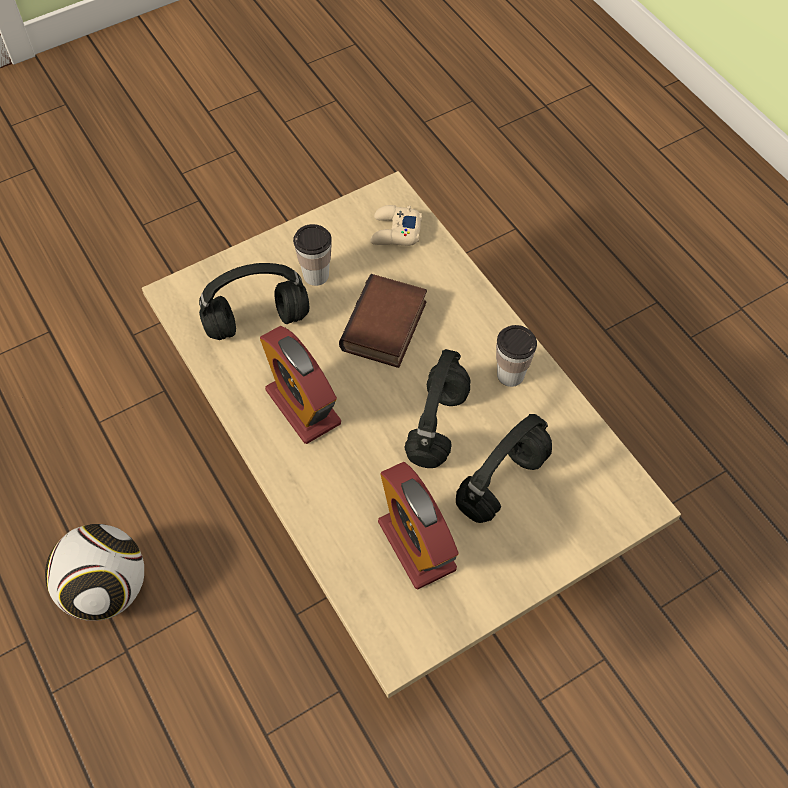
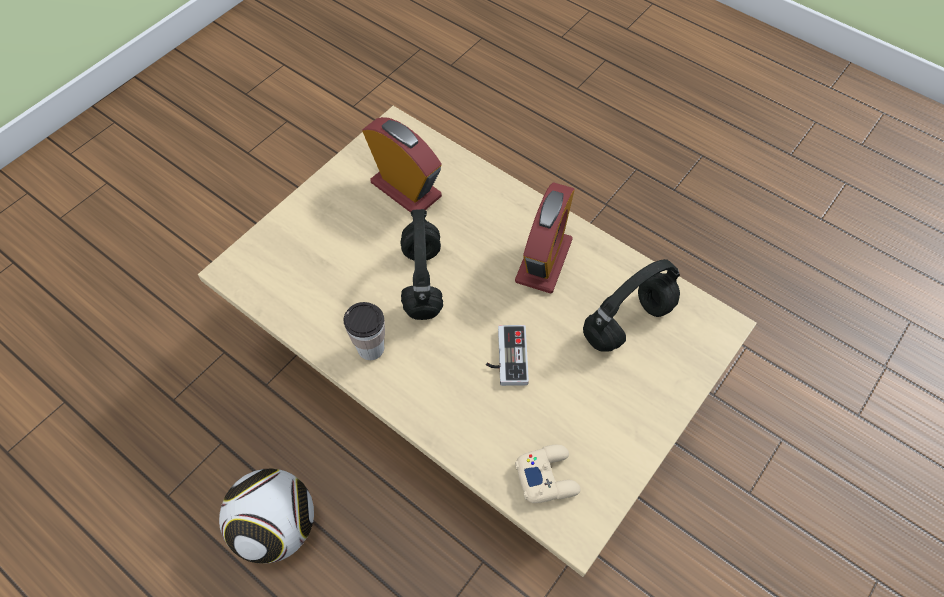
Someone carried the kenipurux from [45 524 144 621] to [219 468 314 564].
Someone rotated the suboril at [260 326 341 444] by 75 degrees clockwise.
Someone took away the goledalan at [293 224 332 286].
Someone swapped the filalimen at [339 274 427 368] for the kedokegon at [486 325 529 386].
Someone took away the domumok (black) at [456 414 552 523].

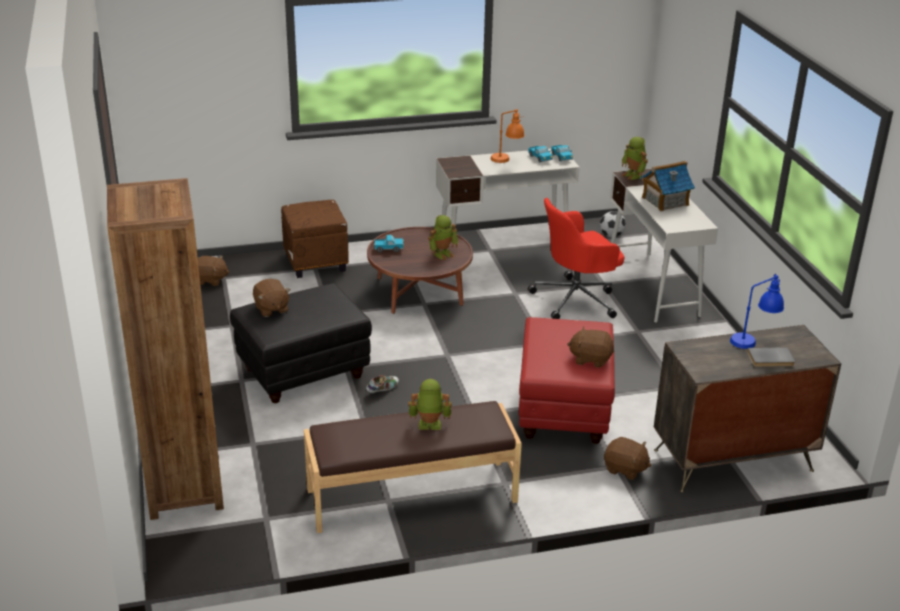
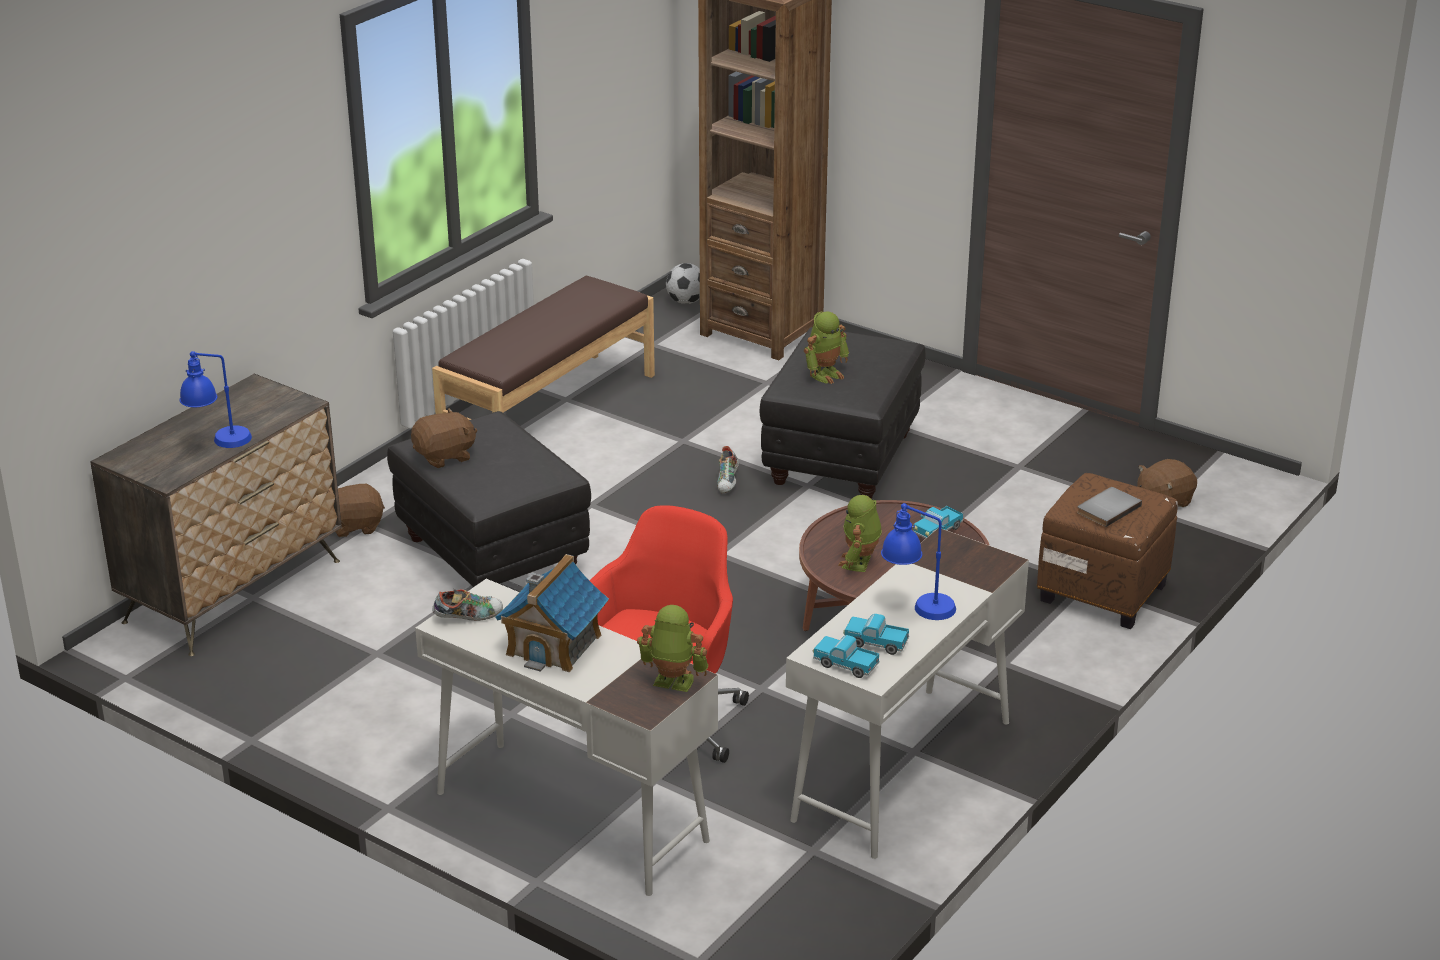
Someone took away the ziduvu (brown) at [253 279 290 317].
Someone carried the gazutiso from [408 379 452 430] to [804 311 849 384].
Someone repainted the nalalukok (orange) at [490 109 525 163], which became the nalalukok (blue) at [881 503 956 620].
Someone repainted the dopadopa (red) at [519 317 615 444], which became the dopadopa (black) at [387 411 591 587].
Someone carried the kenipurux from [600 211 626 237] to [666 263 700 304].
Someone carried the filalimen (grey) from [747 347 795 367] to [1077 487 1142 527].
Someone put down the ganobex at [432 589 503 621].

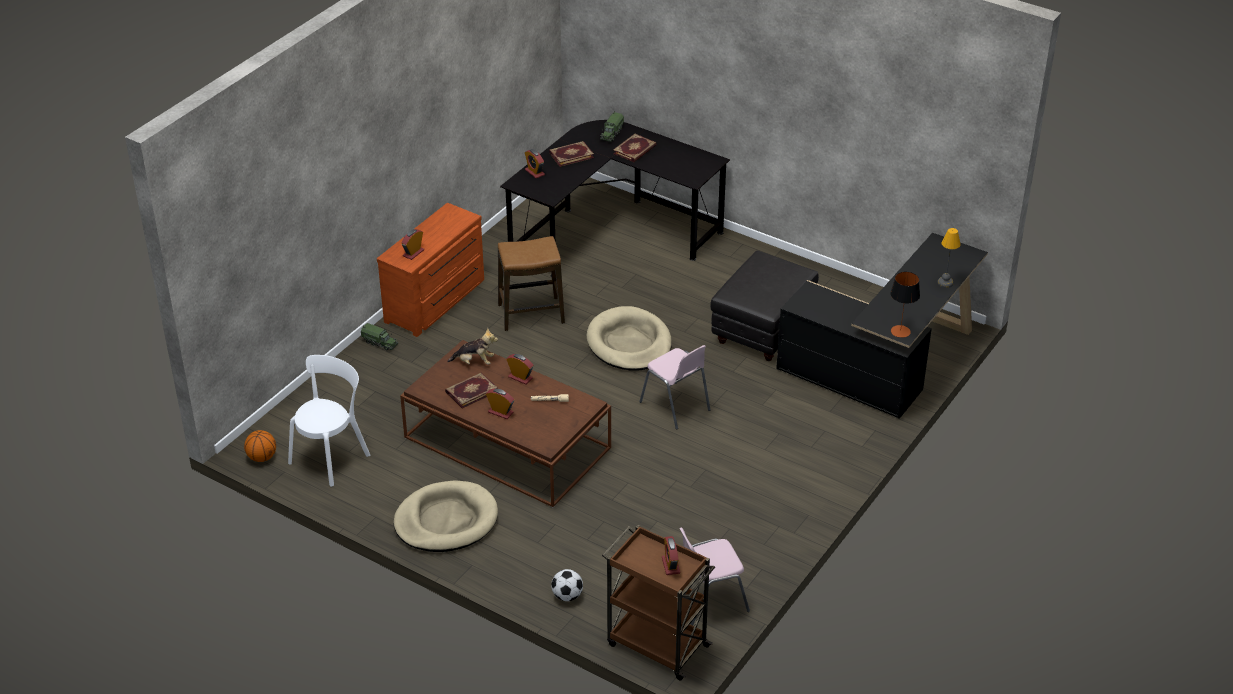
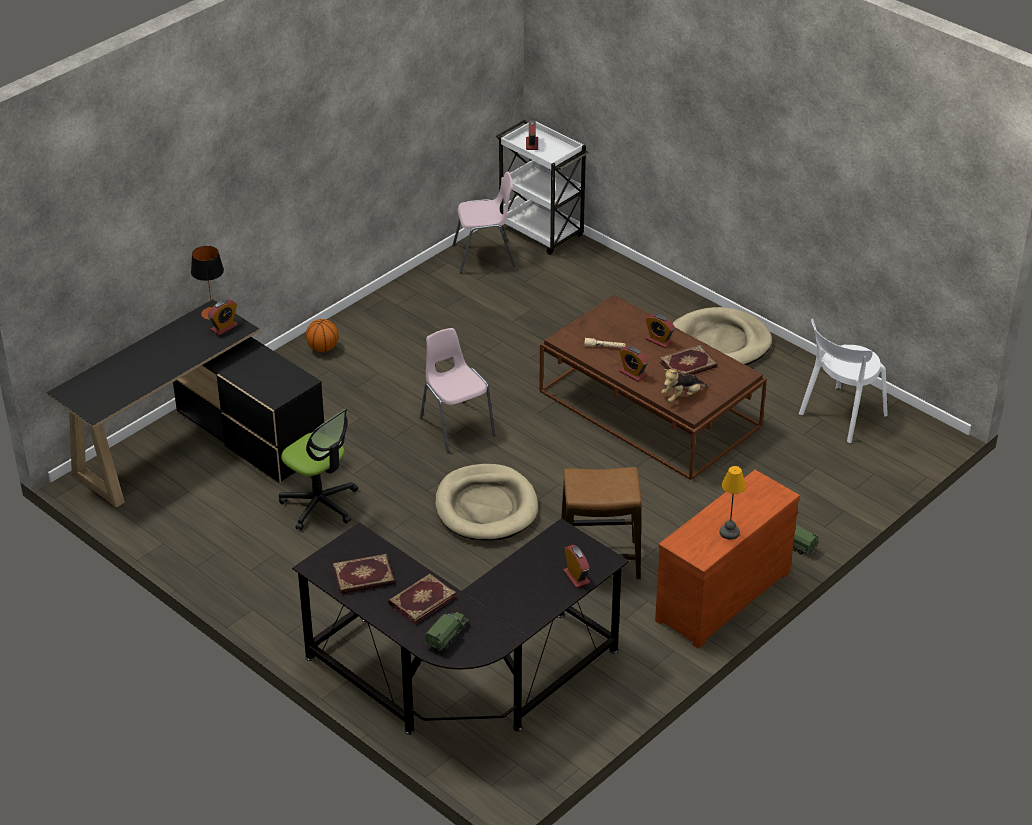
Someone carried the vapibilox from [244 430 276 462] to [306 319 339 352].
Someone carried the suboril from [401 229 424 260] to [207 300 238 336].
Someone rotated the ziduvu at [447 328 498 364] by 45 degrees counterclockwise.
Someone carried the filalimen from [549 141 594 167] to [333 554 395 594].
Someone took away the kenipurux at [551 569 583 601].
Someone repainted the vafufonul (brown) at [602 525 715 680], which became the vafufonul (white) at [496 120 589 255].
Someone swapped the dopadopa (black) at [710 251 819 361] for the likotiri at [279 409 358 530].
Someone carried the nalalukok from [937 228 961 288] to [719 466 746 540].

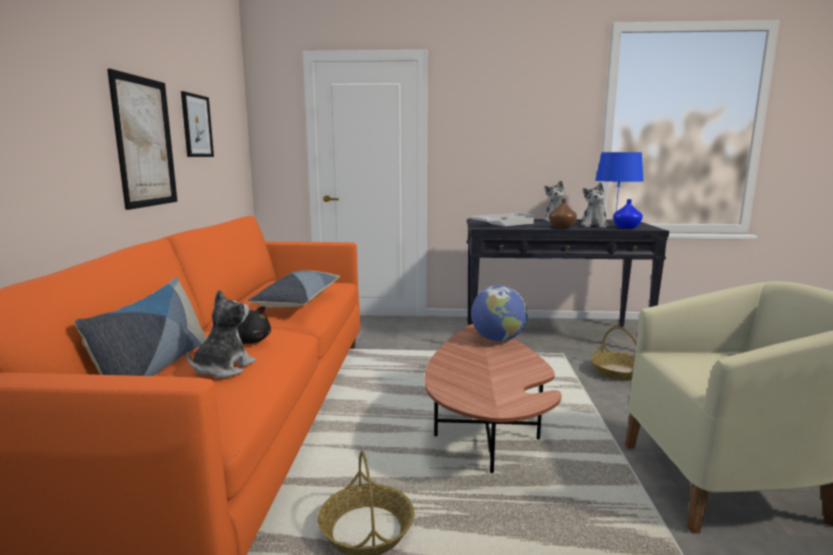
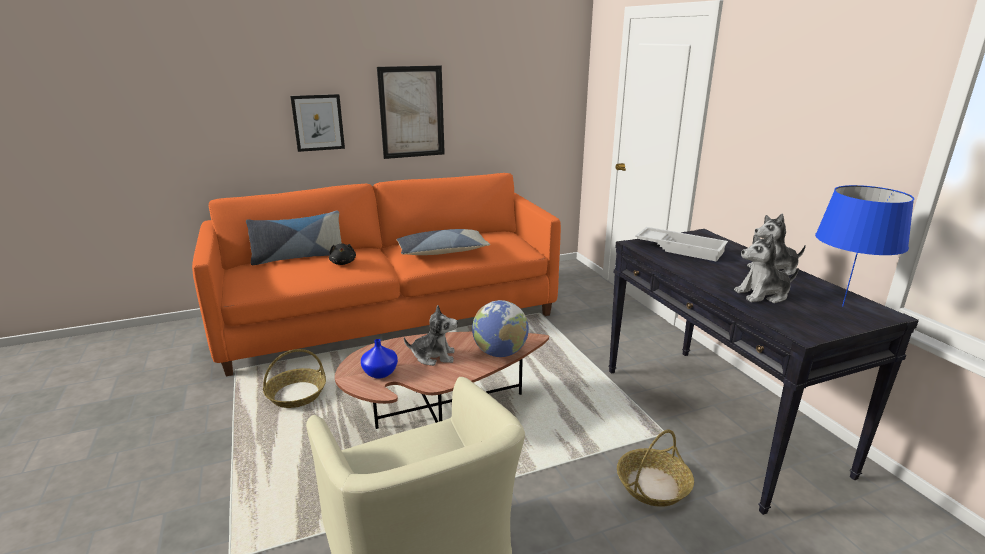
Someone carried the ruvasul from [181 91 214 157] to [290 94 345 152].
Someone carried the ziduvu from [187 289 256 378] to [404 305 458 366].
Someone took away the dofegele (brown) at [549 199 577 228].
Someone carried the dofegele (blue) from [613 199 643 229] to [361 339 398 379].

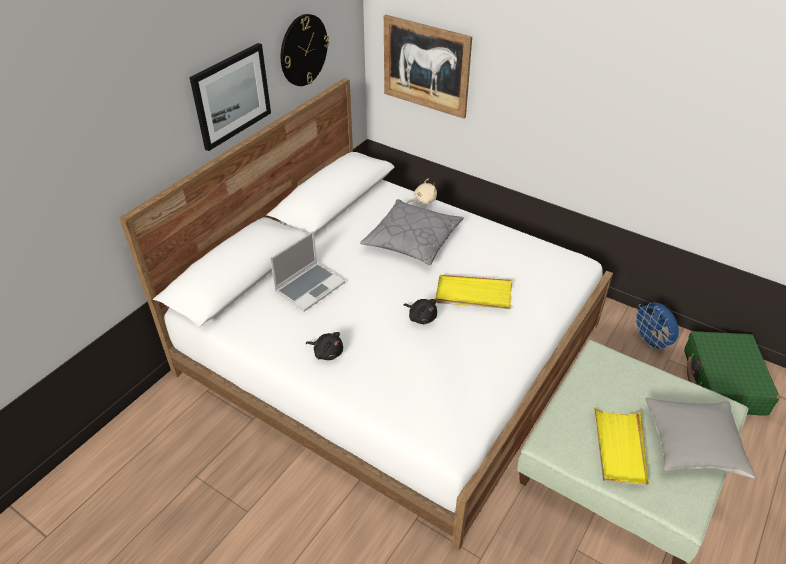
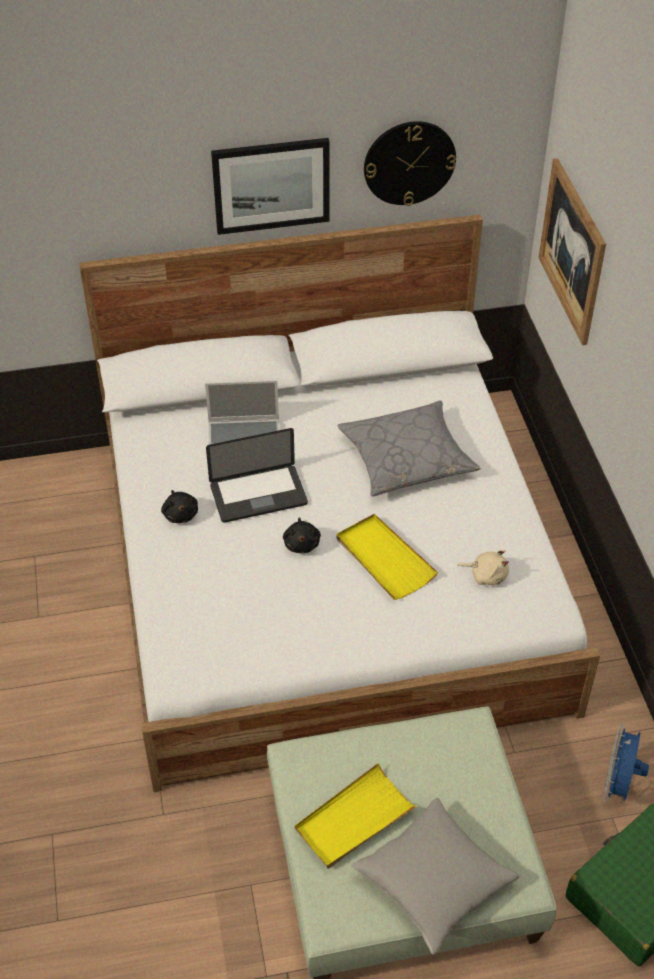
Someone carried the ziduvu (beige) from [407 179 437 205] to [457 550 509 585].
Someone put down the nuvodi at [206 428 308 523].

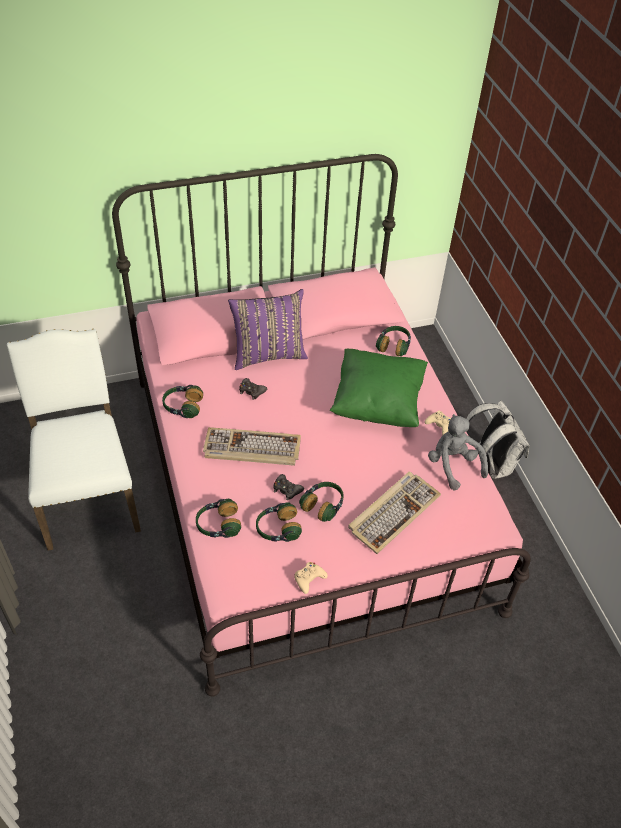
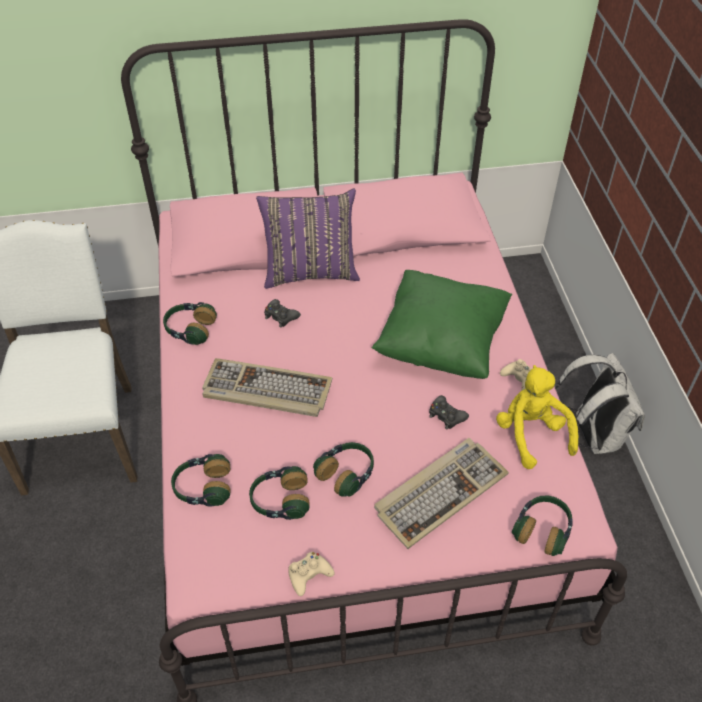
Someone carried the kedokegon (black) from [273 474 304 500] to [429 395 469 430].
Someone carried the domumok from [376 326 411 356] to [512 495 573 556].
Someone repainted the ziduvu (grey) at [428 414 488 490], which became the ziduvu (yellow) at [496 365 578 469].

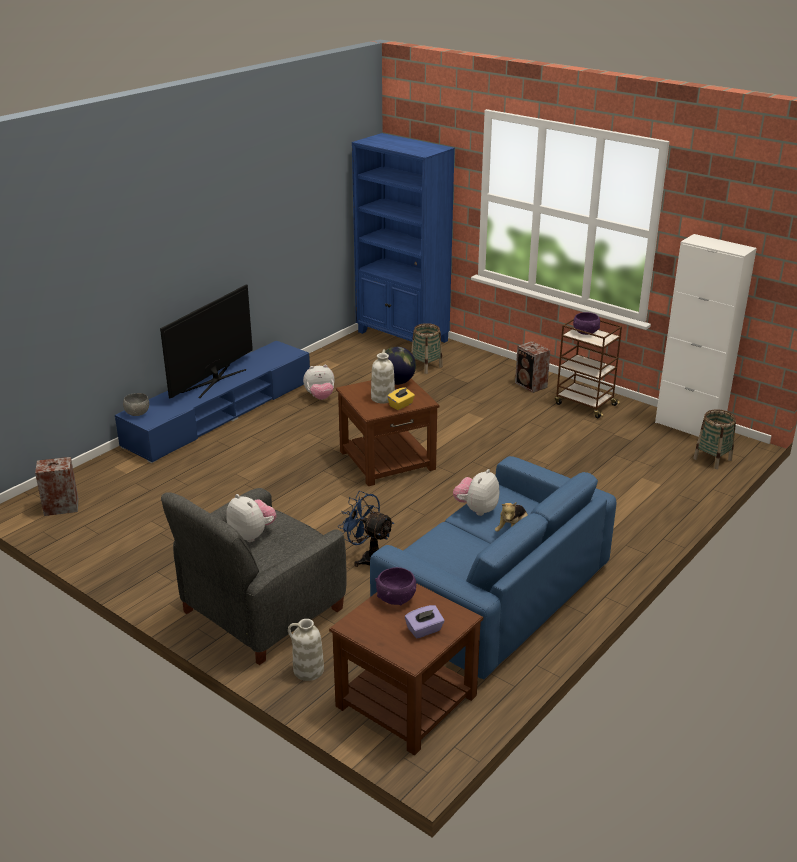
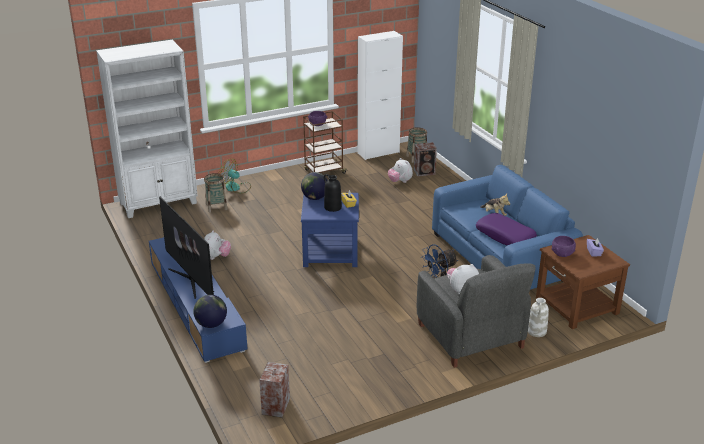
Someone swapped the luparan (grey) at [123 393 149 416] for the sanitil at [193 295 227 328].
Someone repainted the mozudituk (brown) at [336 378 440 486], which became the mozudituk (blue) at [301 193 360 267].
Someone repainted the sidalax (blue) at [352 133 455 343], which became the sidalax (white) at [96 40 198 218].
Someone repainted the dofegele (white) at [371 349 395 404], which became the dofegele (black) at [324 174 342 212].
Someone carried the ziduvu from [453 469 500 516] to [388 158 413 183].
Someone carried the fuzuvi from [515 341 550 393] to [414 142 437 176].
Someone put down the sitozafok at [219 159 251 193].
Someone put down the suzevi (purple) at [476 213 537 246].

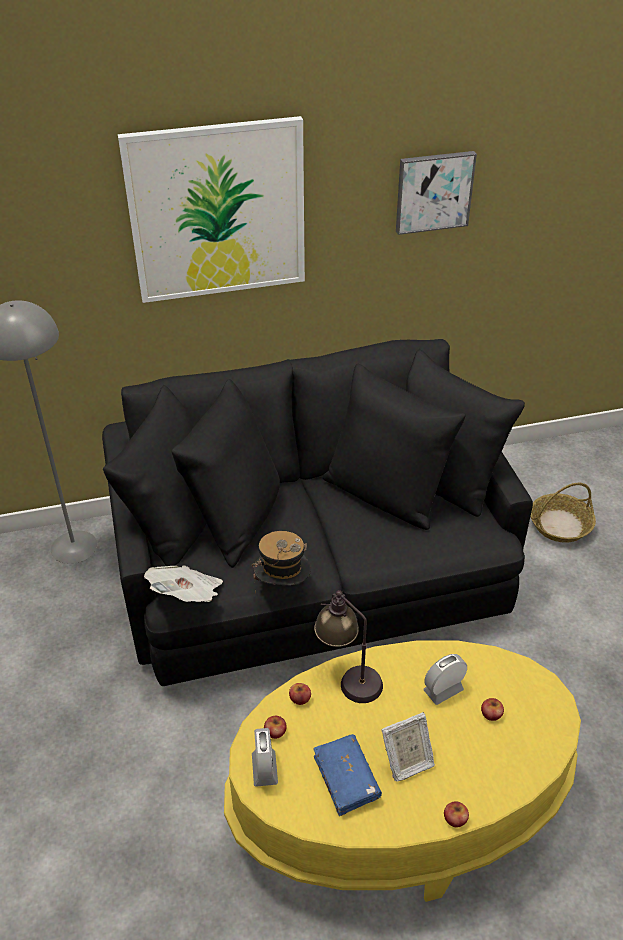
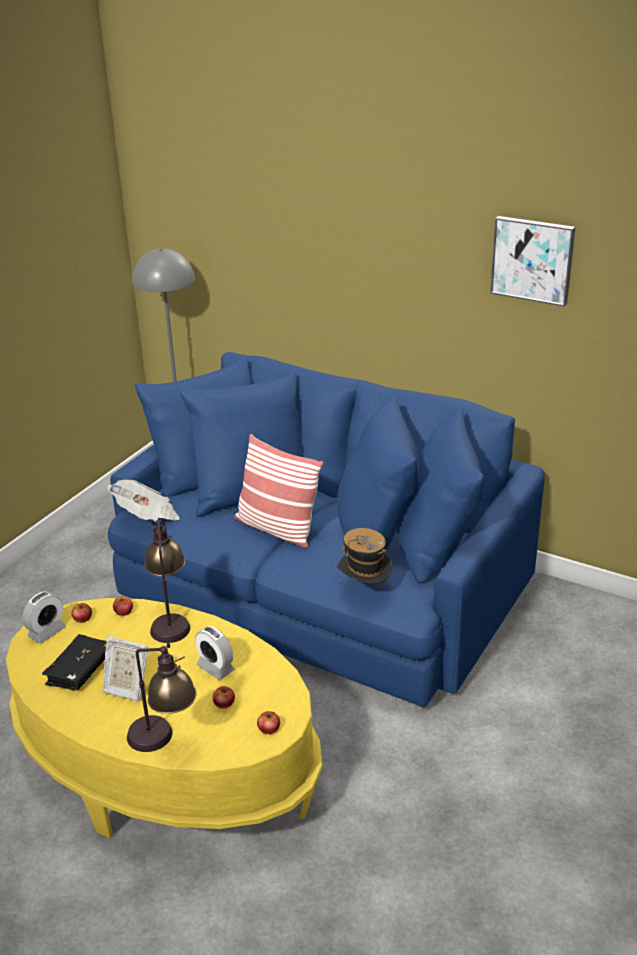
Someone repainted the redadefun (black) at [102 339 533 686], which became the redadefun (blue) at [108 352 545 707].
Someone took away the ruvasul at [118 116 305 303].
Someone carried the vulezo from [252 531 311 593] to [337 528 392 584].
Someone repainted the filalimen (blue) at [313 734 382 816], which became the filalimen (black) at [42 634 107 691].
Someone rotated the suboril at [423 654 467 705] by 150 degrees counterclockwise.
Someone carried the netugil from [444 801 469 827] to [257 711 280 734].
Someone took away the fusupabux at [530 483 596 543].
Someone put down the nalalukok at [127 643 196 752].
Someone put down the suzevi at [234 434 323 548].

